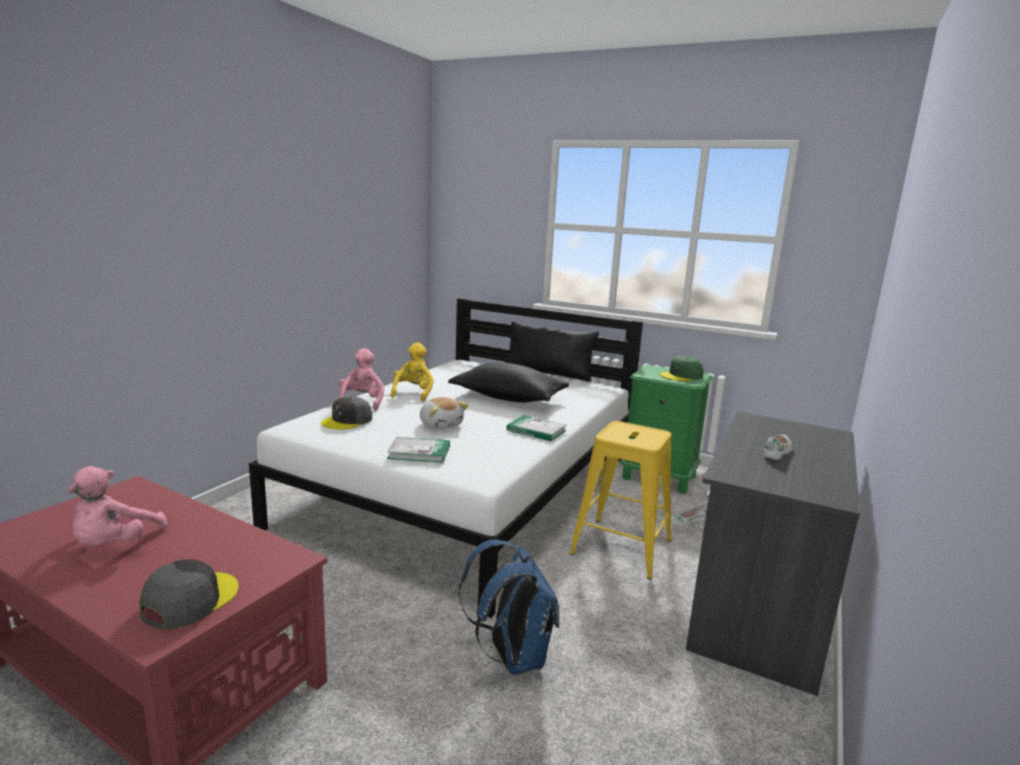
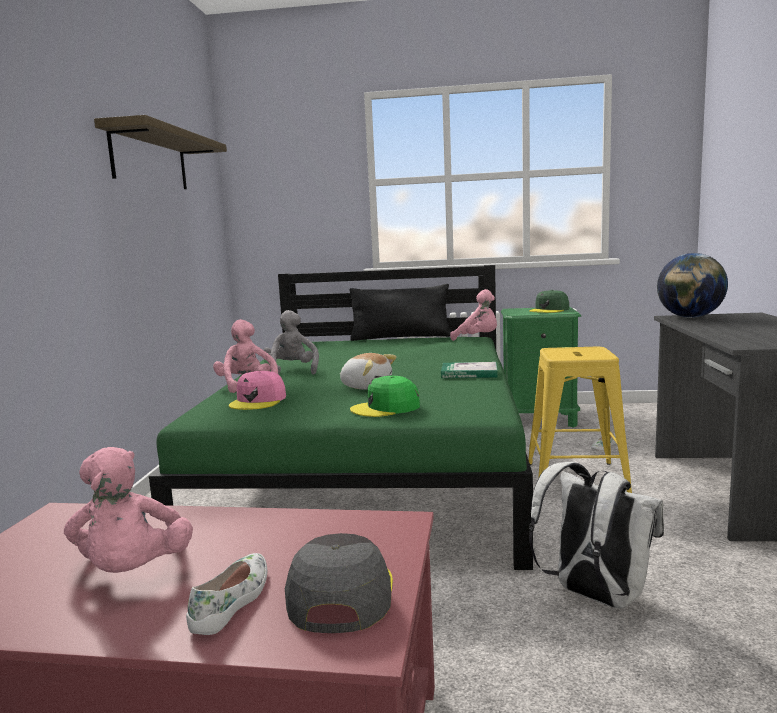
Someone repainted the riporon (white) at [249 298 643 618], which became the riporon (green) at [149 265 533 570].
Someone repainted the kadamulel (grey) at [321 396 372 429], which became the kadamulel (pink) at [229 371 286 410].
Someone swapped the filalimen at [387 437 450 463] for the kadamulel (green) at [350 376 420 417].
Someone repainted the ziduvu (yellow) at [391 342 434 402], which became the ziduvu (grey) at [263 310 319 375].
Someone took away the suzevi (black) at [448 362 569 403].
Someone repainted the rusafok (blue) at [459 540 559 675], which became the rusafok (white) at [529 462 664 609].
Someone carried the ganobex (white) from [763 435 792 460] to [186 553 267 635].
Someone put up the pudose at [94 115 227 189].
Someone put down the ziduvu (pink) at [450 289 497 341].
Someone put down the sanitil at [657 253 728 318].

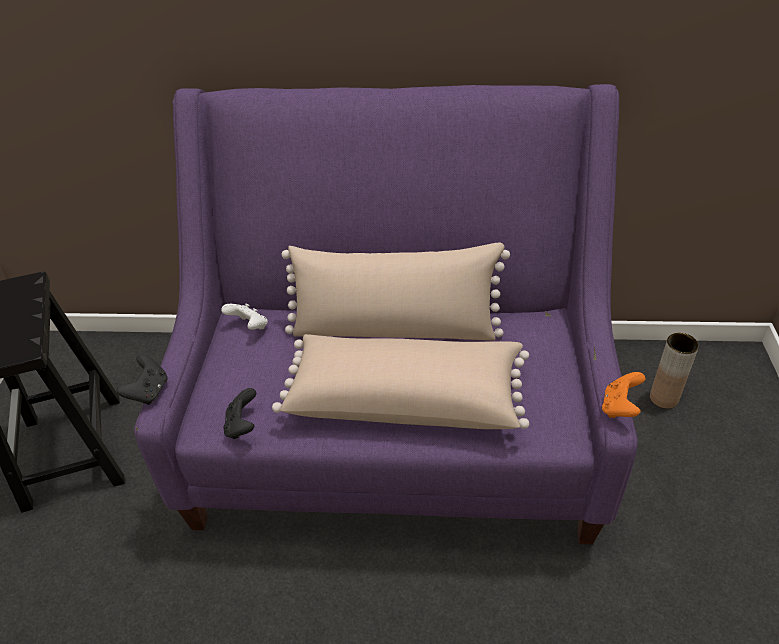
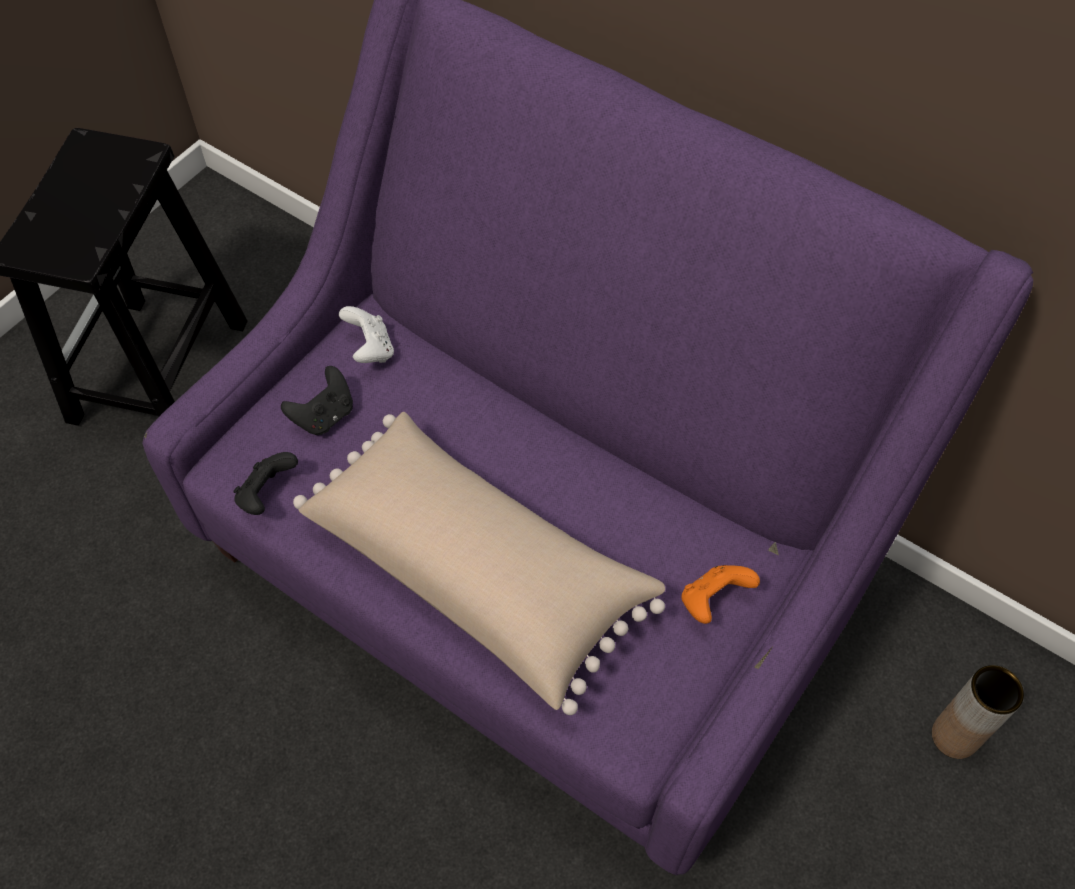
Someone carried the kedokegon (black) from [117 354 167 405] to [281 366 353 435].
Someone took away the suzevi (beige) at [282 243 510 341].
Someone carried the kedokegon (orange) from [602 372 646 418] to [681 565 760 624].

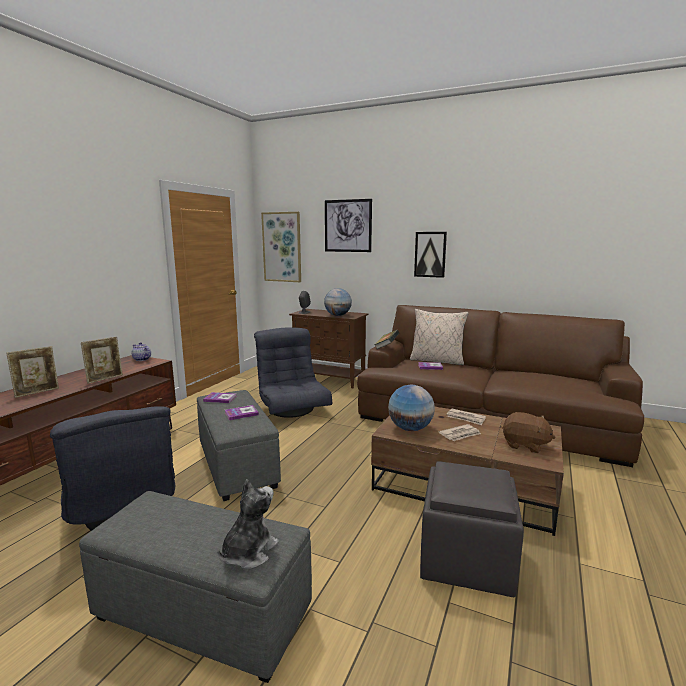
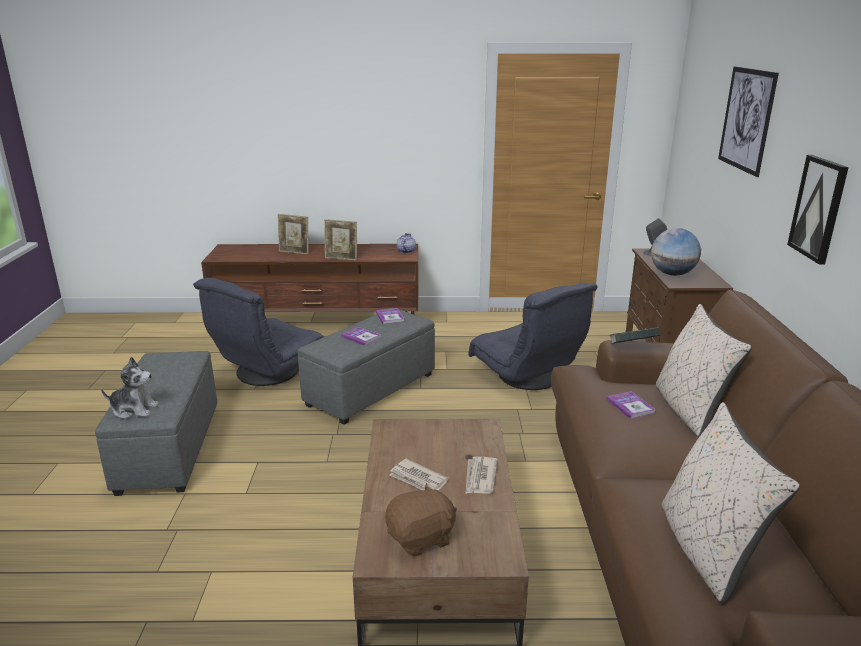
Someone rotated the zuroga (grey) at [254 328 332 418] by 105 degrees clockwise.
Someone took away the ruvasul at [261 212 301 282].
Someone took away the sanitil at [388 385 435 431].
Someone took away the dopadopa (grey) at [420 461 524 597].
Someone rotated the ziduvu (brown) at [502 412 556 453] by 120 degrees counterclockwise.
Someone put down the suzevi (beige) at [662 402 800 603].

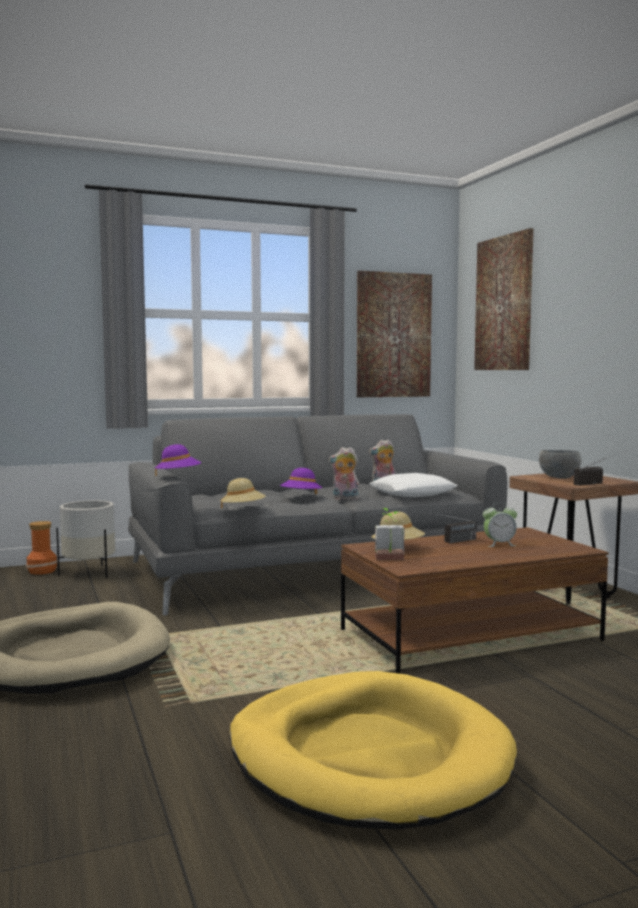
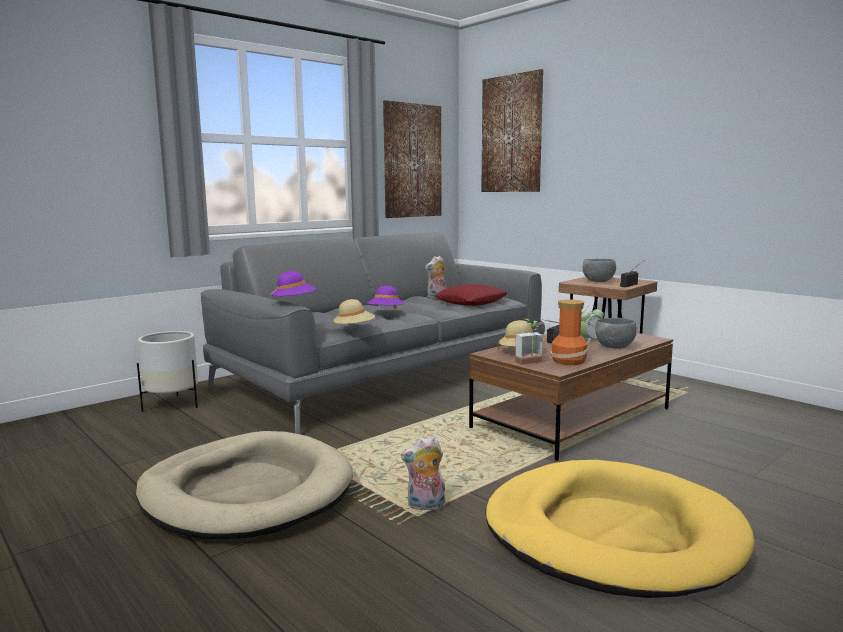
Someone carried the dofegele from [26 521 58 575] to [550 299 588 365].
Someone carried the ziduvu from [329 447 360 500] to [401 436 446 511].
Someone repainted the suzevi (white) at [370 473 458 497], which became the suzevi (red) at [434 284 507 306].
Someone put down the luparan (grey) at [595 318 637 349].

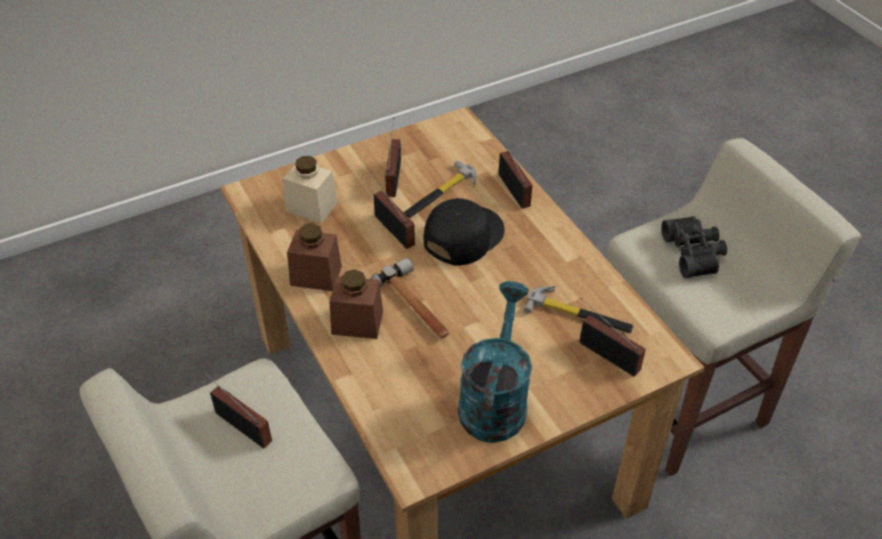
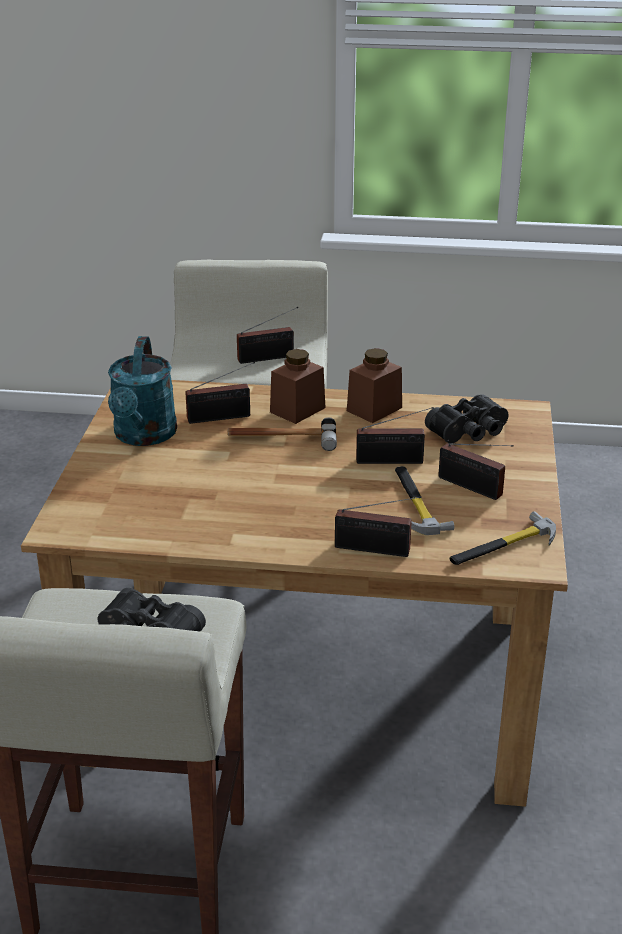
Someone swapped the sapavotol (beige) at [283 156 338 223] for the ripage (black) at [425 394 508 444].
Someone took away the kadamulel (black) at [424 198 504 265].
Someone rotated the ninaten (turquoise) at [458 281 532 443] by 45 degrees clockwise.
Someone carried the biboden from [523 286 633 333] to [449 511 556 565].
Someone carried the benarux from [579 298 646 377] to [185 362 255 424].

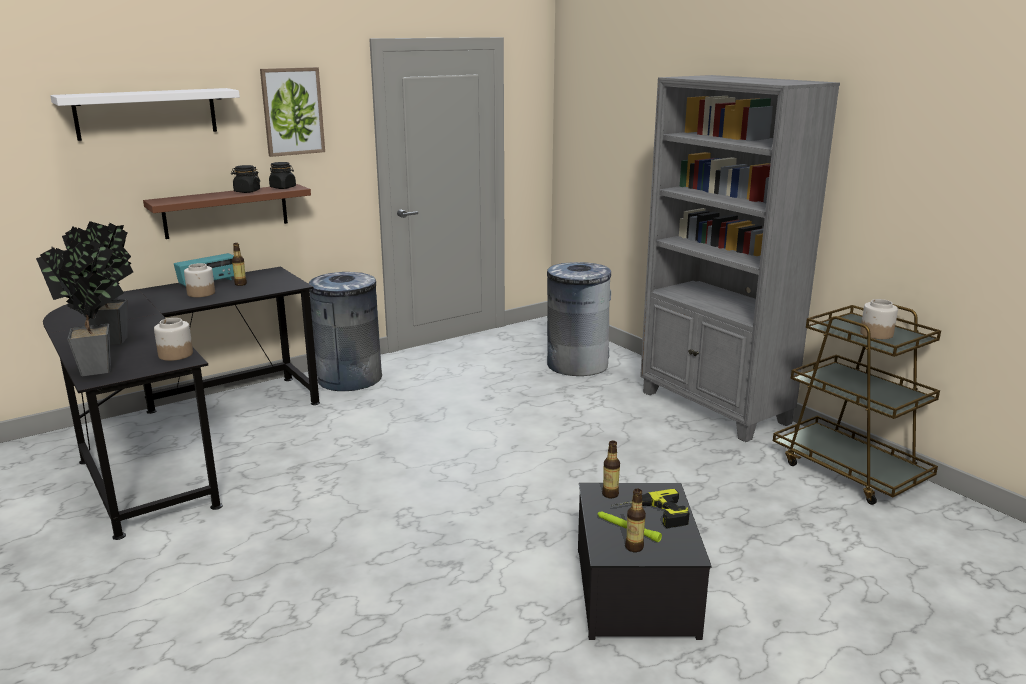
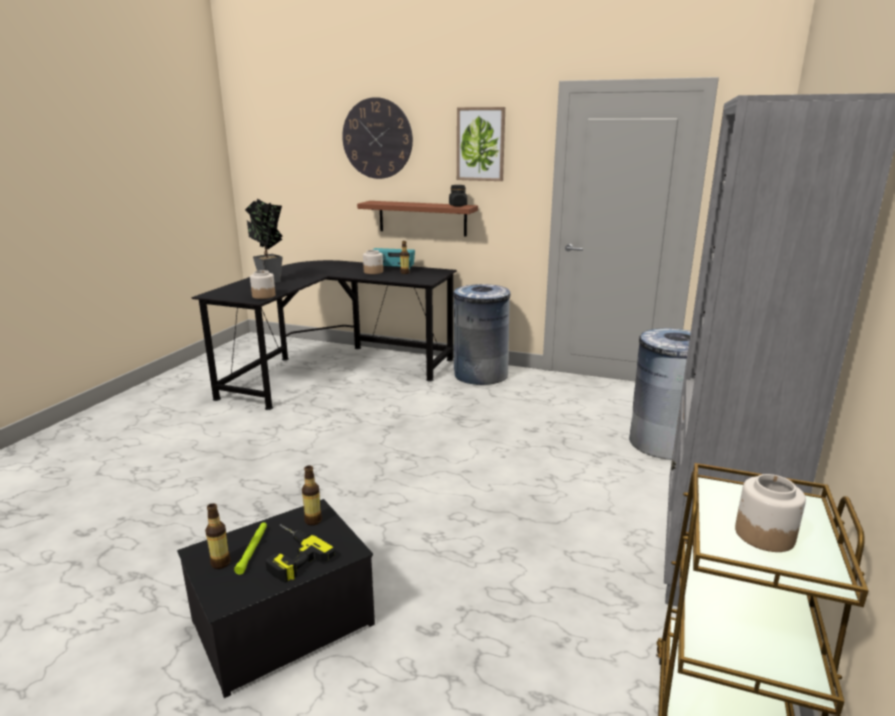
Someone took away the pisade at [36 240 124 376].
Someone swapped the pudose (white) at [50 88 240 141] for the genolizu at [342 97 413 179].
Someone took away the sapavotol (black) at [231 165 260 193].

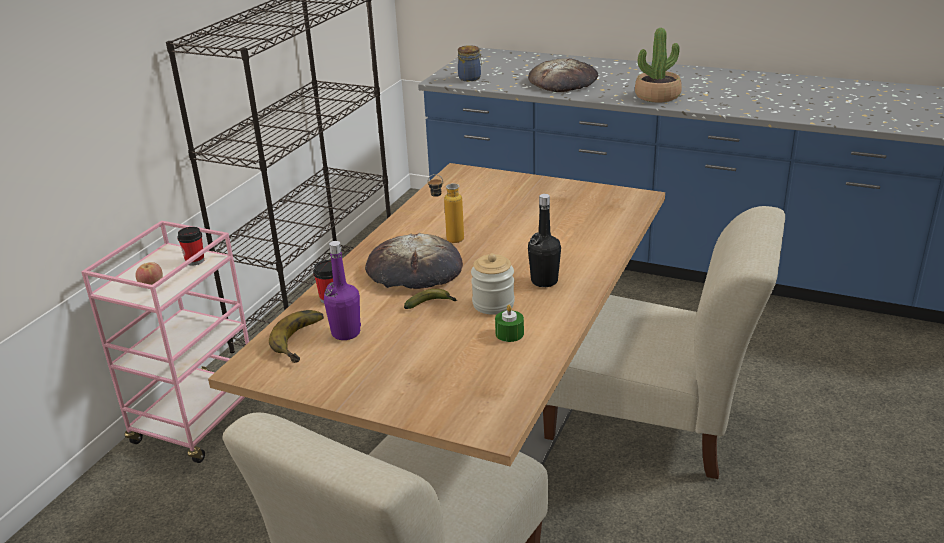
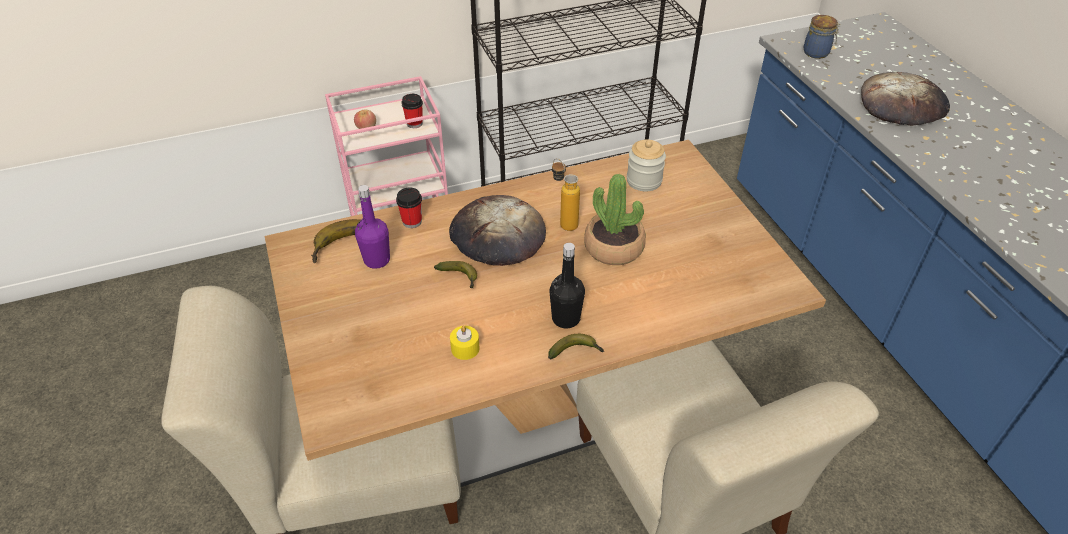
Someone carried the sapavotol from [471 253 515 315] to [627 139 666 191].
Someone repainted the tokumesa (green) at [495 305 524 342], which became the tokumesa (yellow) at [450 326 480 360].
Someone carried the pisade from [635 28 682 102] to [584 174 646 265].
Someone put down the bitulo at [548 334 604 359].

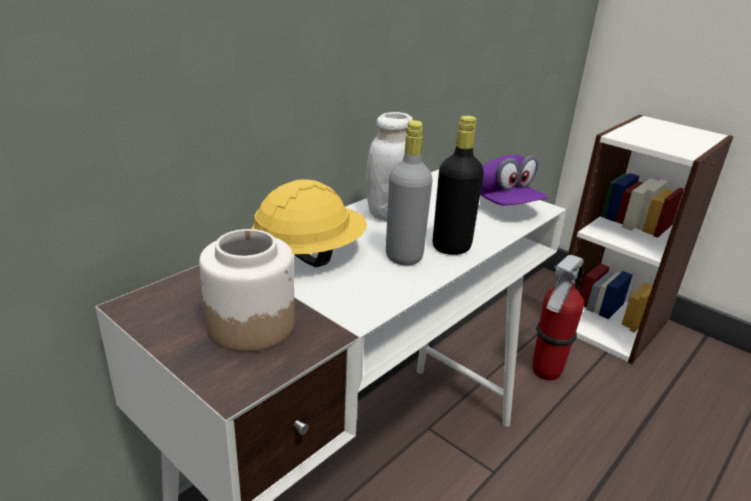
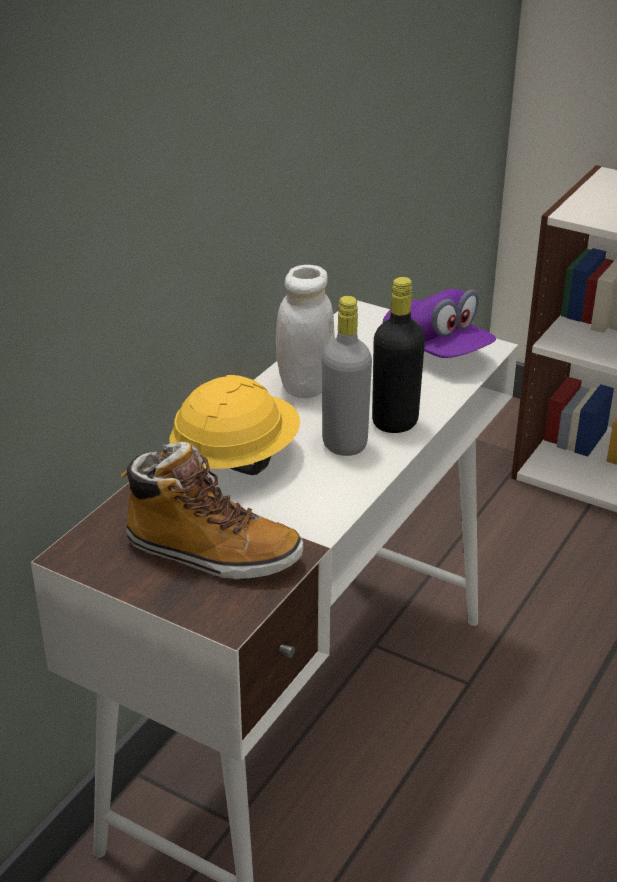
Someone swapped the sapavotol at [199 229 295 352] for the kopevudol at [121 442 303 581].
Someone took away the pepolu at [533 255 584 380].

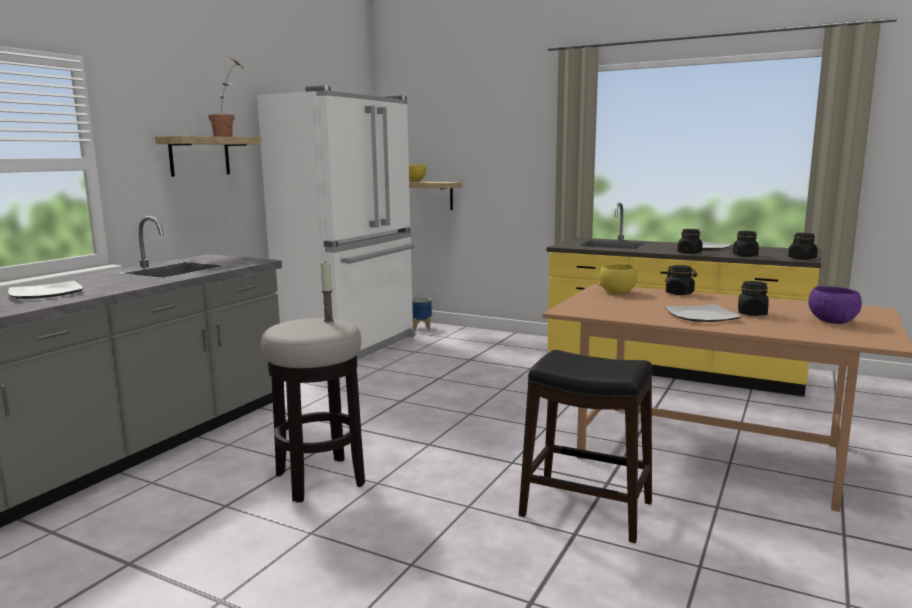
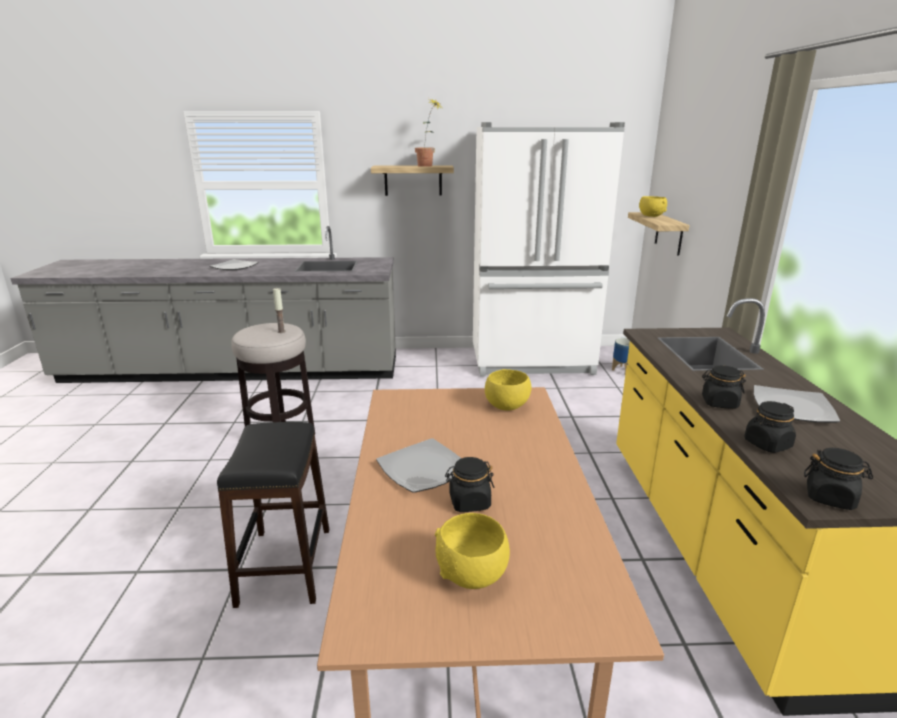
Someone took away the sapavotol (black) at [665 265 697 295].
Someone repainted the luparan (purple) at [808 286 862 324], which became the luparan (yellow) at [435 513 510 589].

